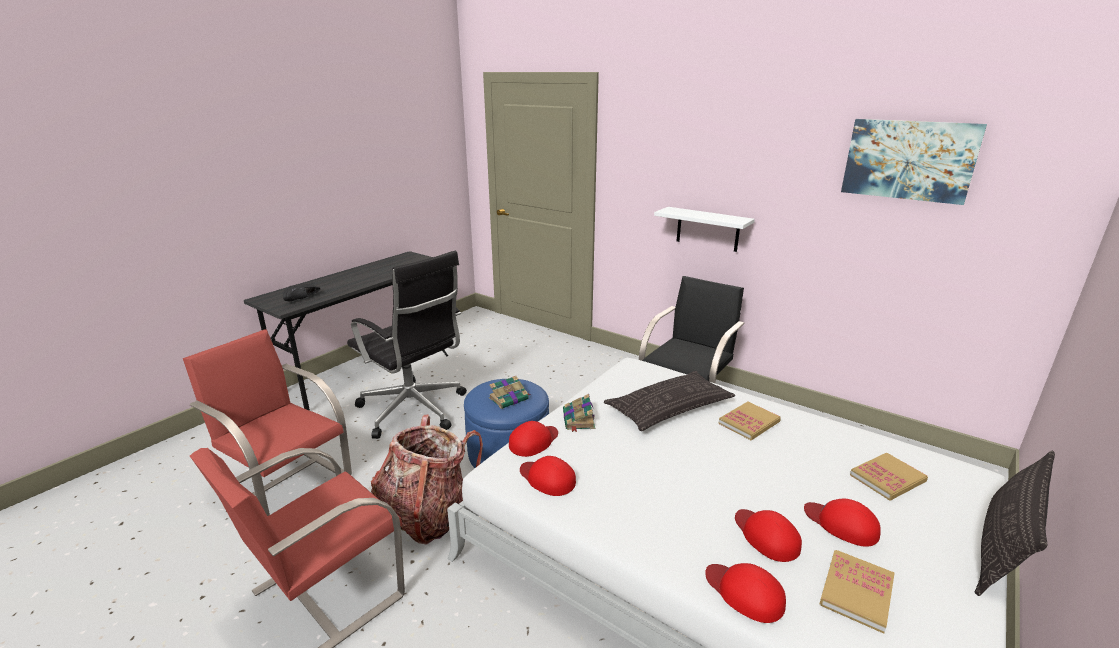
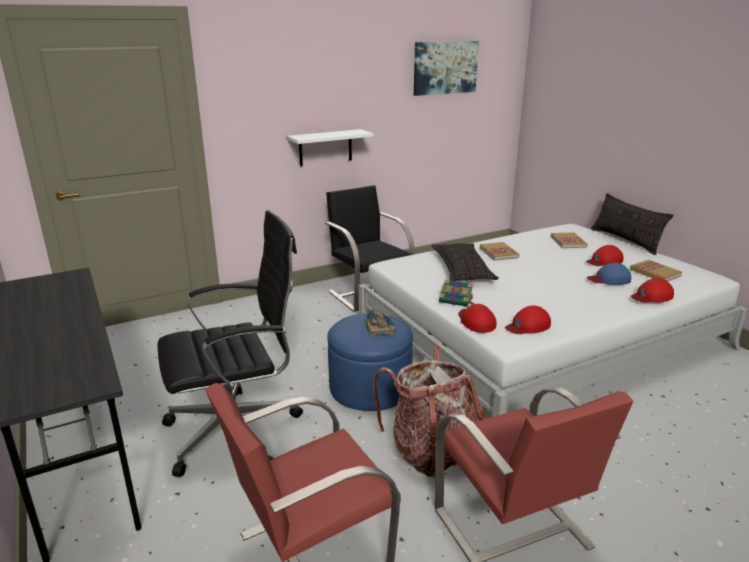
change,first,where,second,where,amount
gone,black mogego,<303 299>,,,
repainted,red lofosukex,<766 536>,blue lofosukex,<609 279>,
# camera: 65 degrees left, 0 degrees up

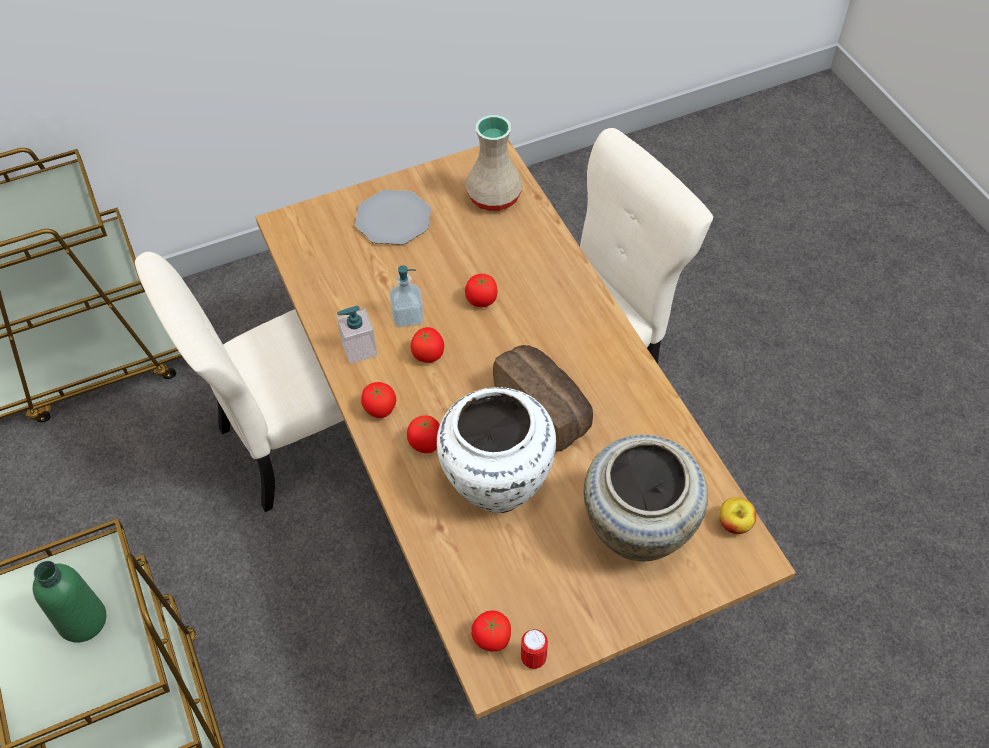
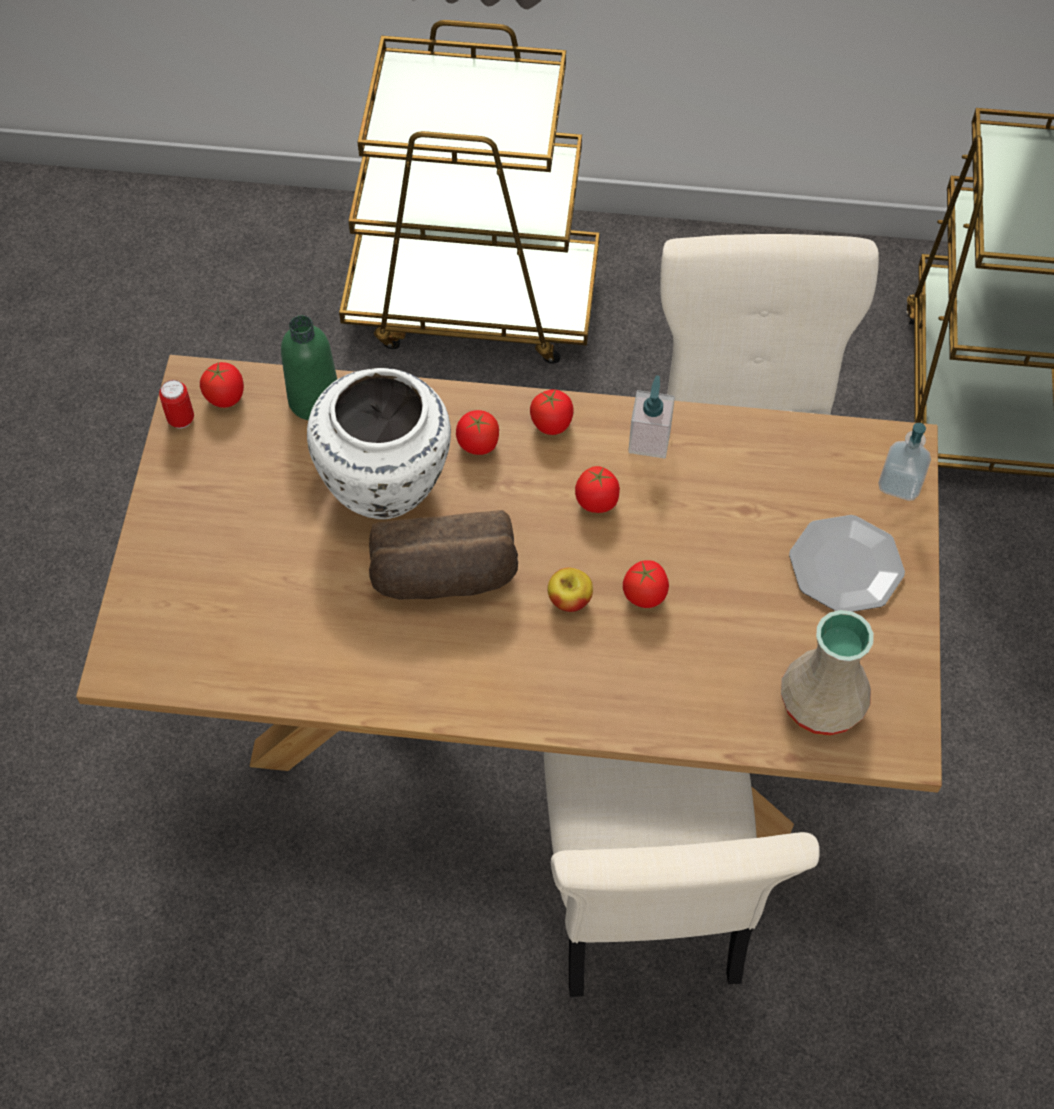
change,first,where,second,where,amount
gone,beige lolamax,<636 531>,,,
shifted,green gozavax,<82 620>,,<314 400>,
shifted,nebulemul,<408 316>,,<900 483>,
shifted,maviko,<734 523>,,<569 600>,
# camera: 120 degrees right, 5 degrees up

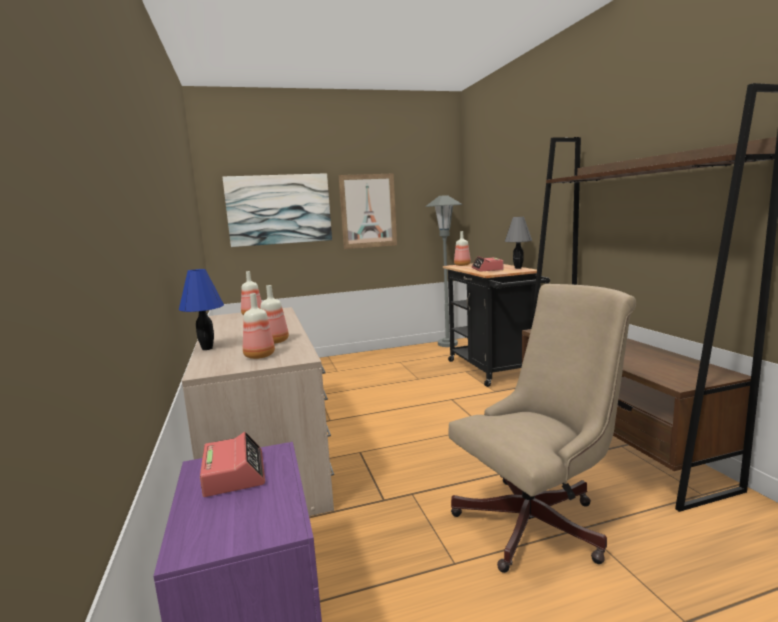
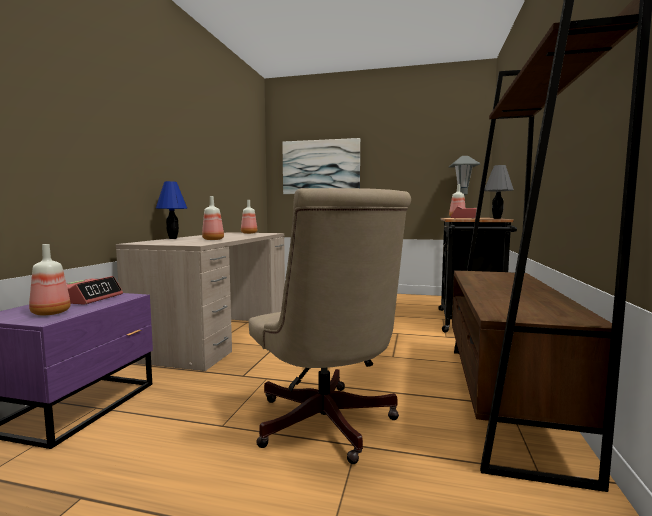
change,first,where,second,where,amount
gone,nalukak,<368 211>,,,
shifted,gozavax,<259 356>,,<49 313>,
rotated,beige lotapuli,<538 522>,,<326 427>,60 degrees clockwise
# camera: 30 degrees right, 5 degrees down

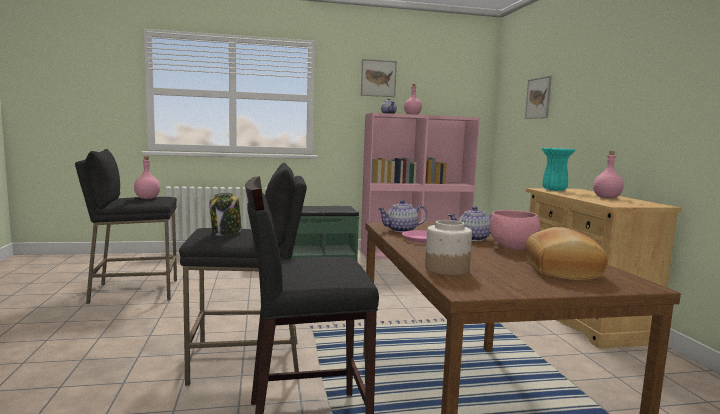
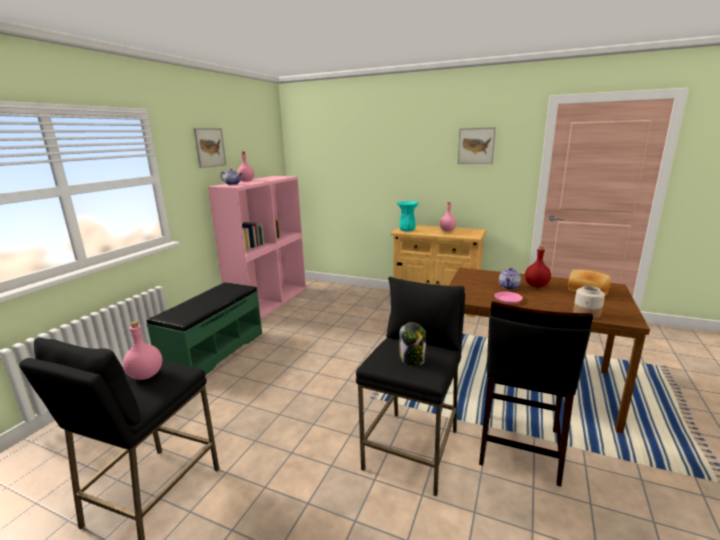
change,first,where,second,where,amount
gone,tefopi,<401 230>,,,
shifted,nalukak,<538 98>,,<476 146>,
swapped,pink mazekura,<513 248>,red gozavax,<536 285>,
# camera: 55 degrees left, 10 degrees up

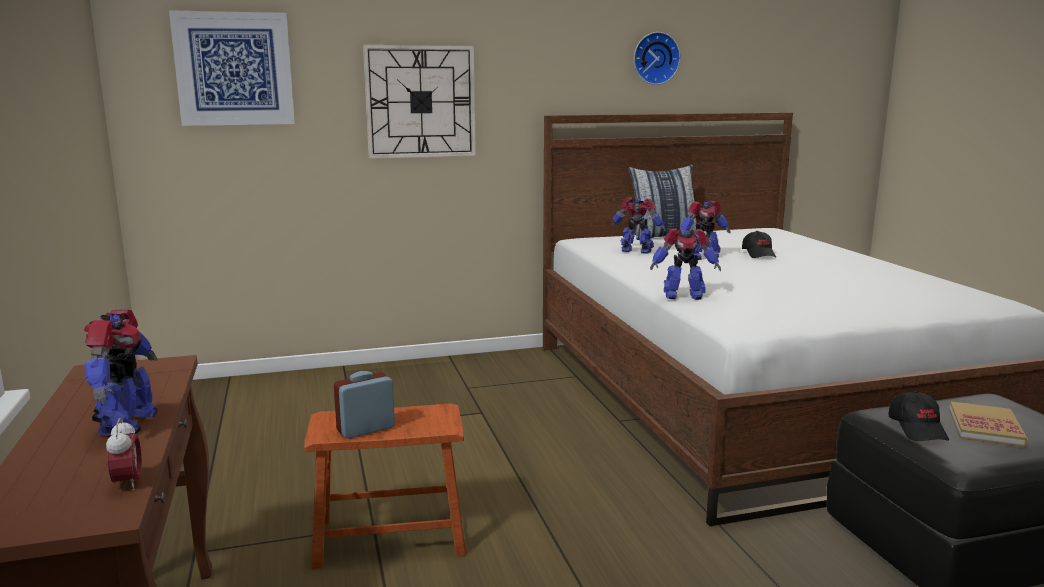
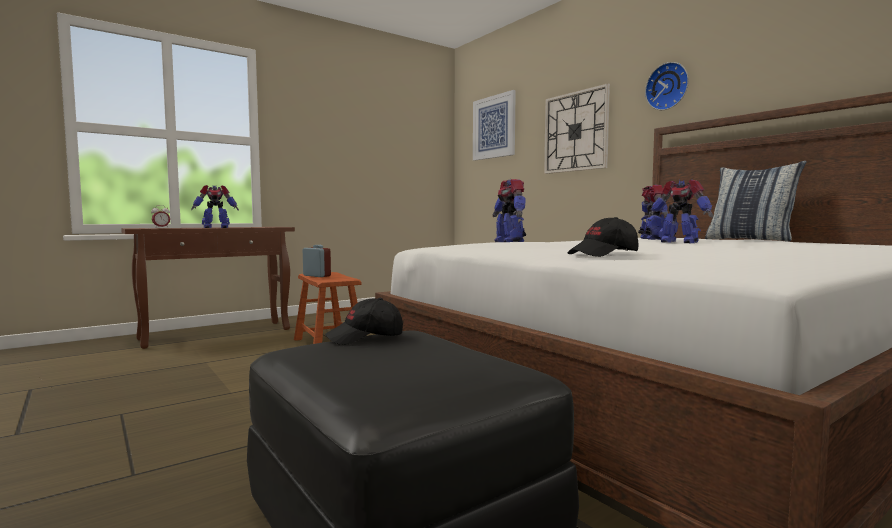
change,first,where,second,where,amount
gone,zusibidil,<985 427>,,,
shifted,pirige,<655 58>,,<668 87>,
shifted,black lofosukex,<759 254>,,<604 255>,
# camera: 70 degrees right, 10 degrees down

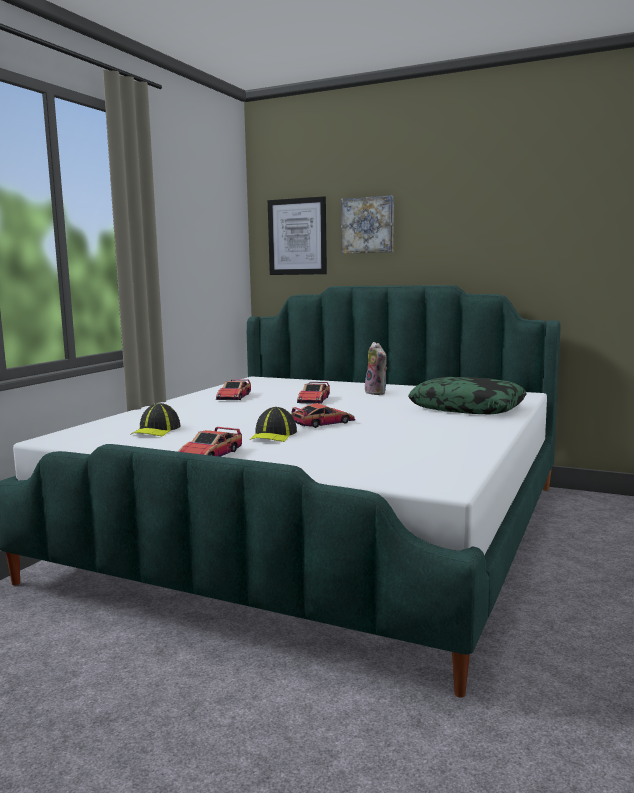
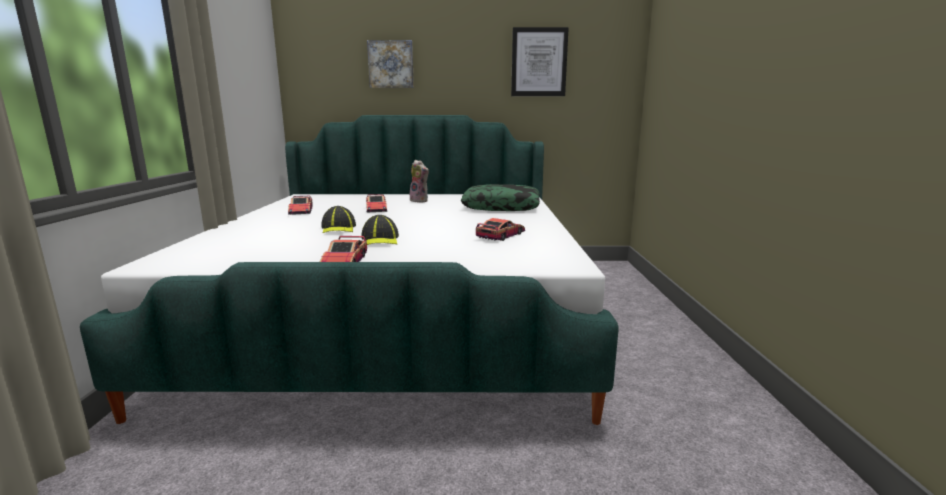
change,first,where,second,where,amount
shifted,lofosukex,<156 430>,,<338 228>,
shifted,nalukak,<297 237>,,<539 62>,
shifted,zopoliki,<323 423>,,<501 235>,
# camera: 25 degrees left, 5 degrees up

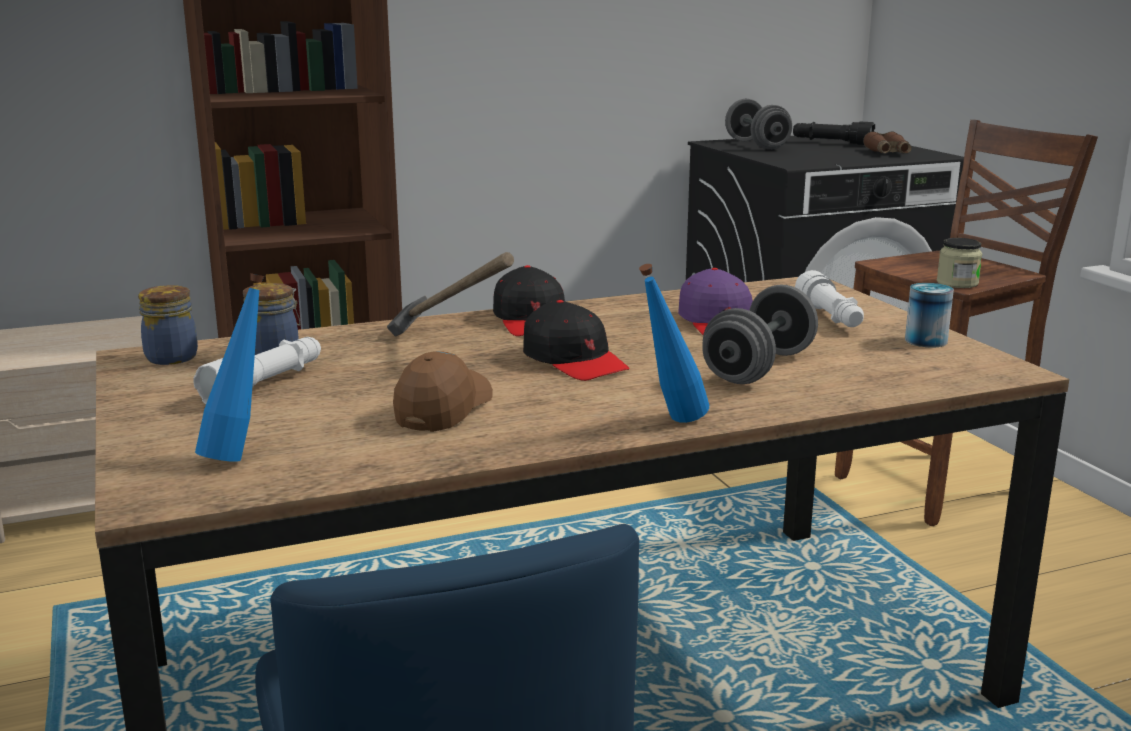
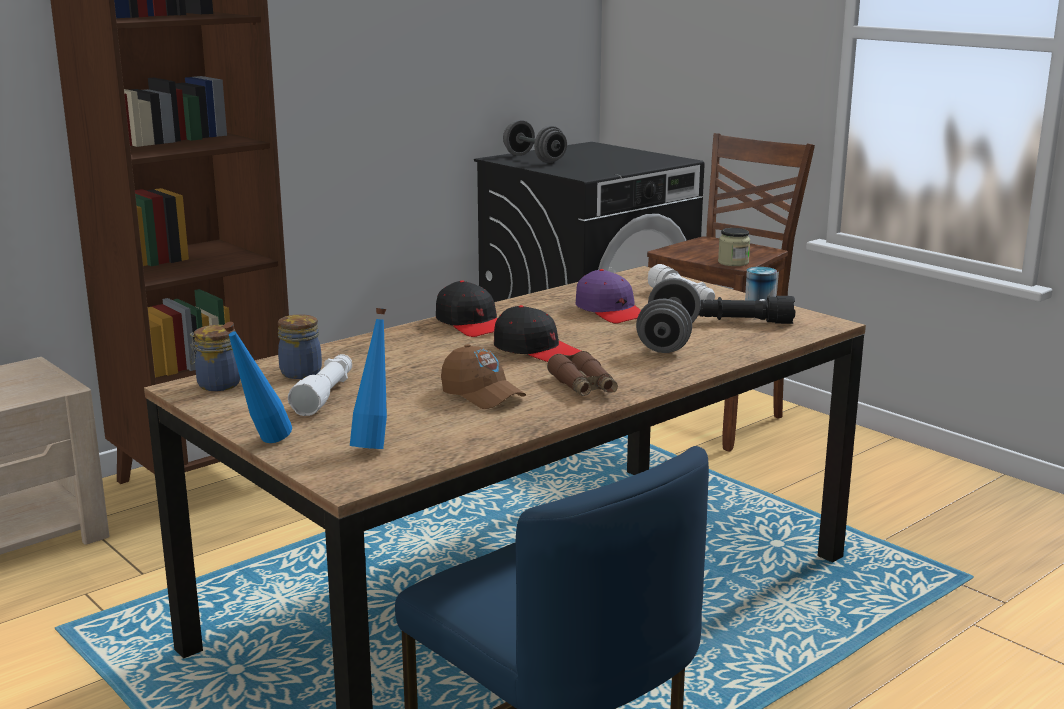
change,first,where,second,where,amount
gone,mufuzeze,<450 344>,,,
shifted,blue gozavax,<670 422>,,<262 444>,
shifted,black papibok,<832 143>,,<744 322>,
shifted,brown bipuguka,<887 153>,,<583 386>,
rotated,brown lofosukex,<443 409>,,<482 395>,135 degrees clockwise
# camera: 20 degrees left, 0 degrees up

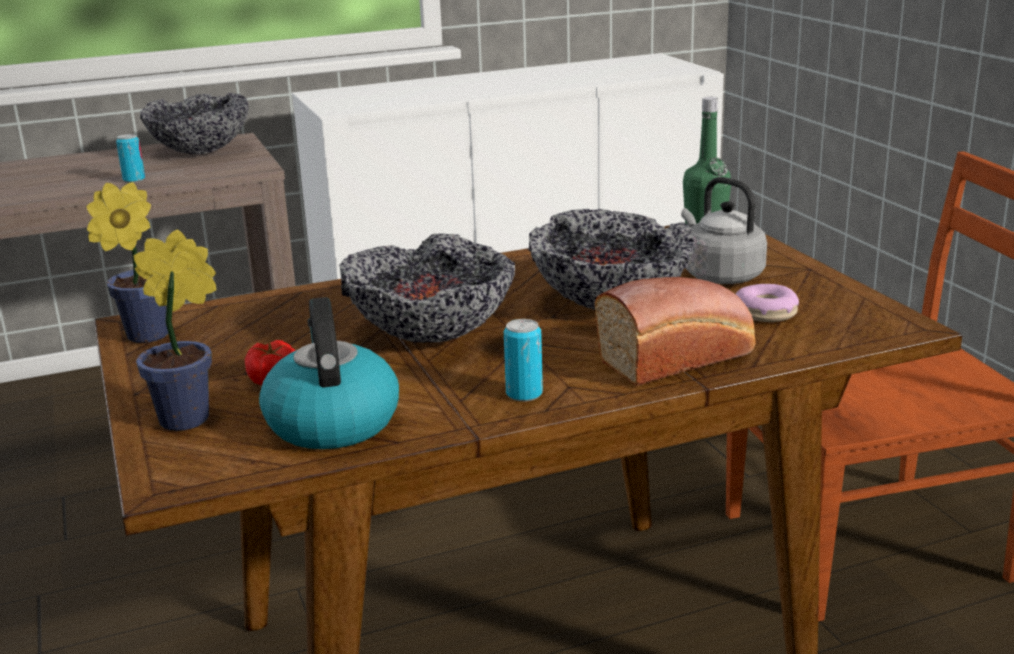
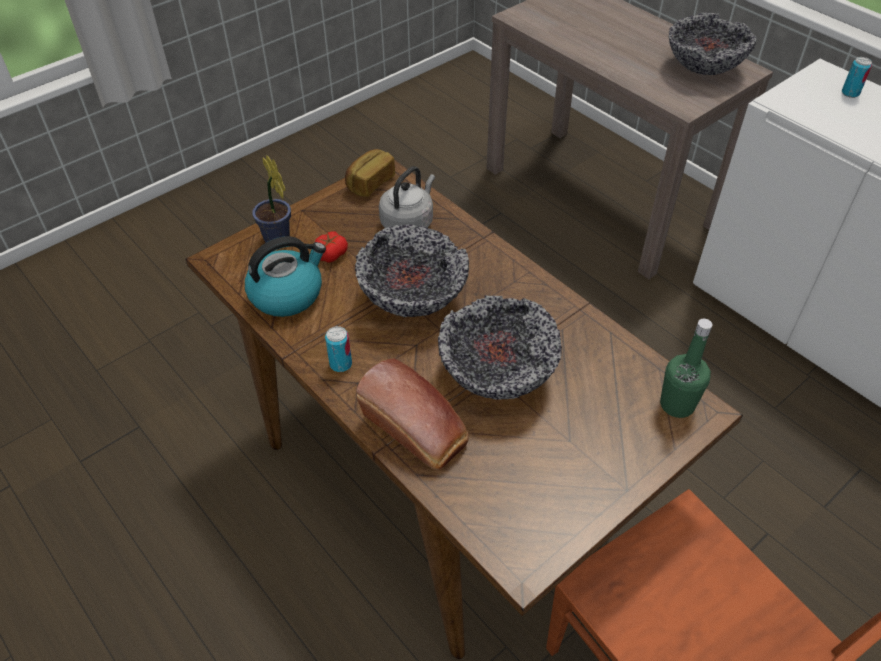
change,first,where,second,where,amount
gone,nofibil,<765 312>,,,
shifted,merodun,<134 180>,,<850 93>,
shifted,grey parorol,<719 275>,,<408 222>,
swapped,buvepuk,<142 336>,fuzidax,<369 182>,
# camera: 70 degrees right, 25 degrees up

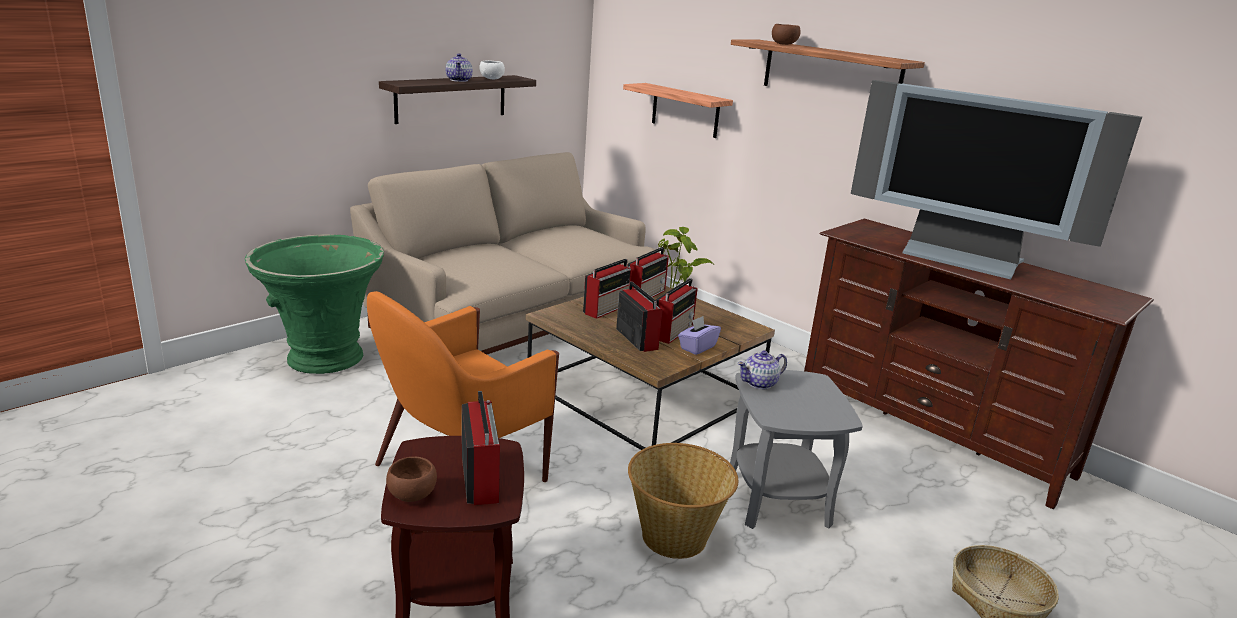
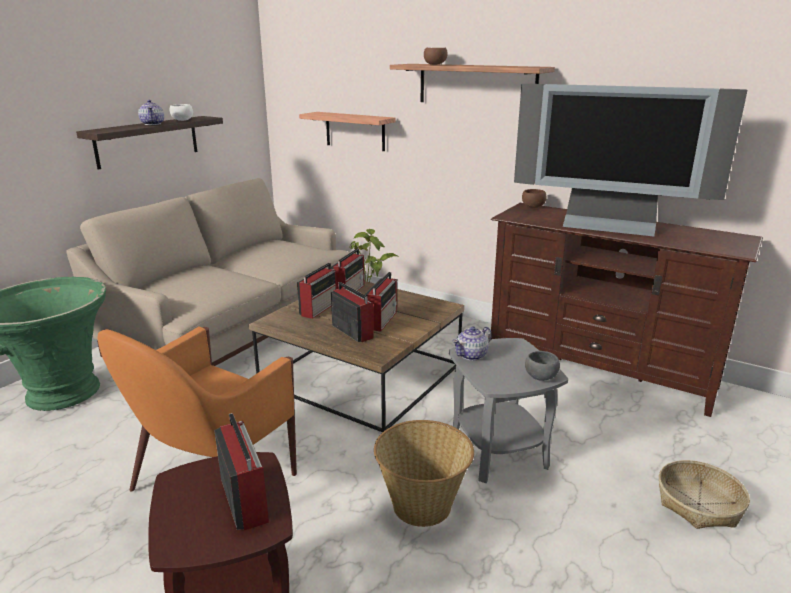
change,first,where,second,where,amount
gone,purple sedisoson,<697 347>,,,
new,,,grey mazekura,<541 376>,
shifted,brown mazekura,<412 494>,,<532 206>,
# camera: 10 degrees left, 0 degrees up

